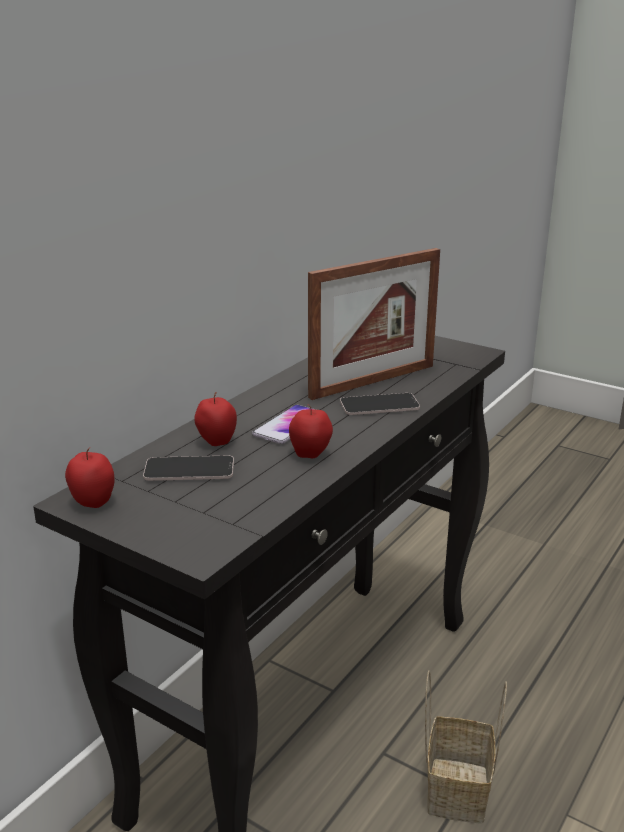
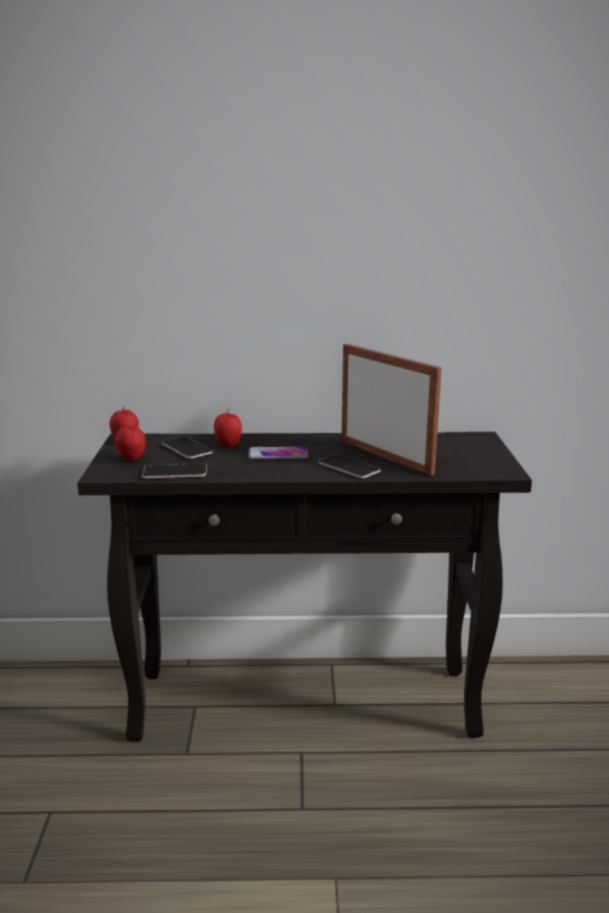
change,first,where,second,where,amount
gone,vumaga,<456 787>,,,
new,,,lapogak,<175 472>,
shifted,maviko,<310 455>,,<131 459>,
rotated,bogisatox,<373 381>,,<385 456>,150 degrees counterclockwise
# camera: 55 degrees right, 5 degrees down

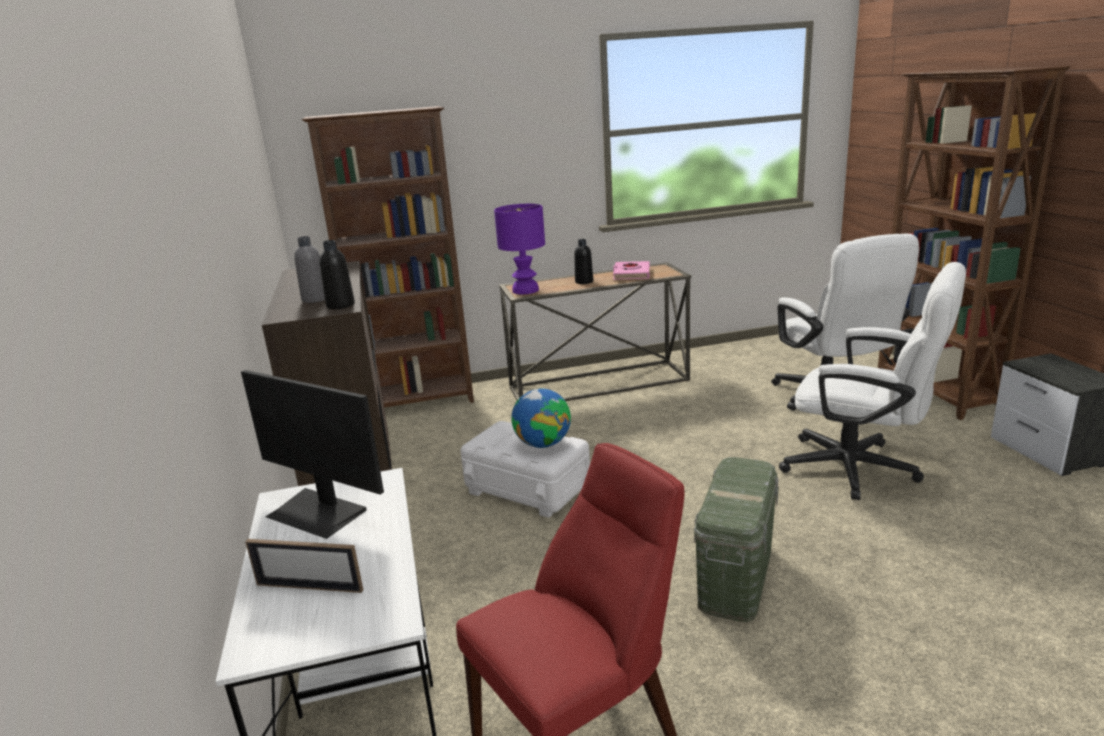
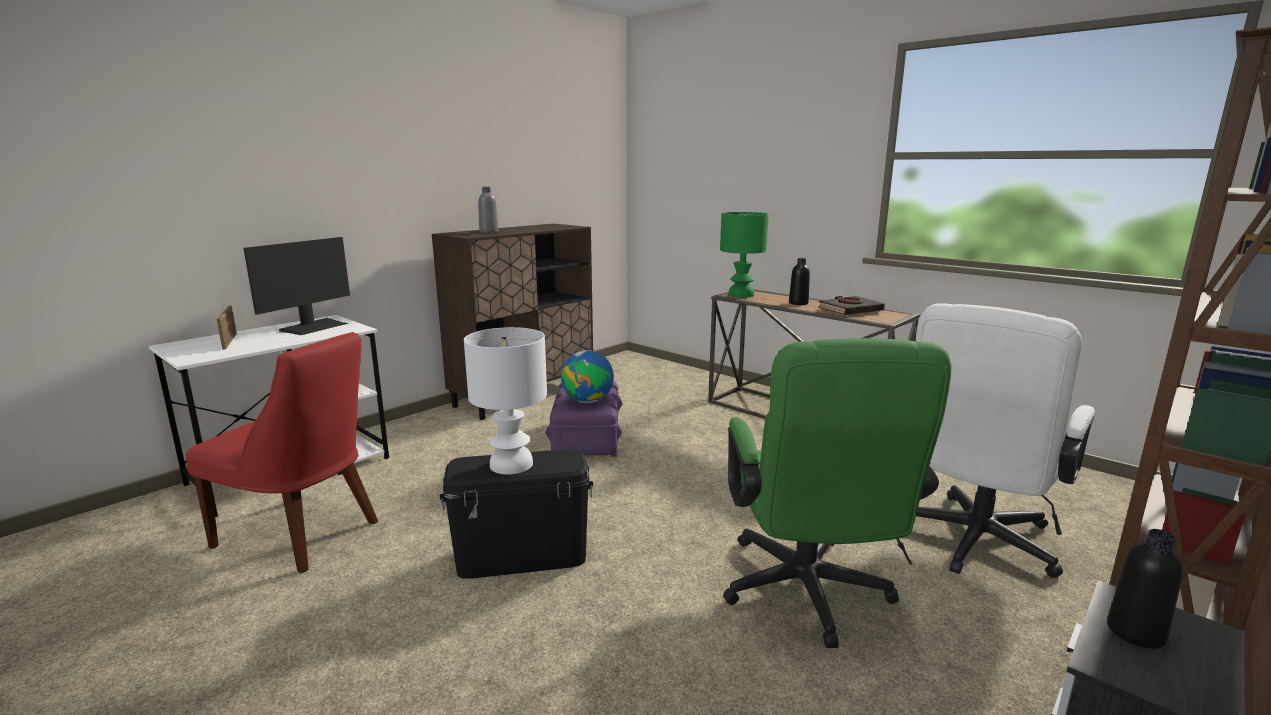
change,first,where,second,where,amount
gone,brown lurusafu,<418 402>,,,
new,,,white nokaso,<512 464>,
shifted,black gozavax,<340 305>,,<1135 632>,
repainted,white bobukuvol,<528 488>,purple bobukuvol,<587 438>,
repainted,purple nokaso,<525 290>,green nokaso,<740 295>,
repainted,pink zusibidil,<631 274>,black zusibidil,<850 310>,
repainted,green bobukuvol,<736 577>,black bobukuvol,<521 556>,
repainted,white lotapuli,<862 470>,green lotapuli,<808 597>,
rotated,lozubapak,<318 512>,,<314 327>,150 degrees counterclockwise
# camera: 55 degrees right, 5 degrees down

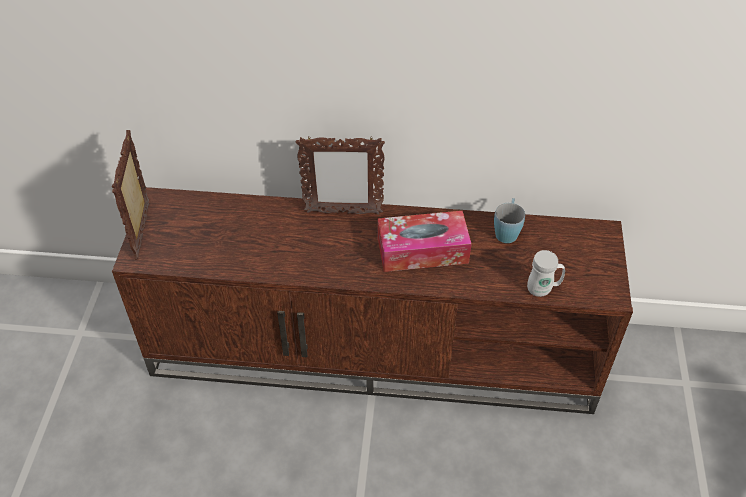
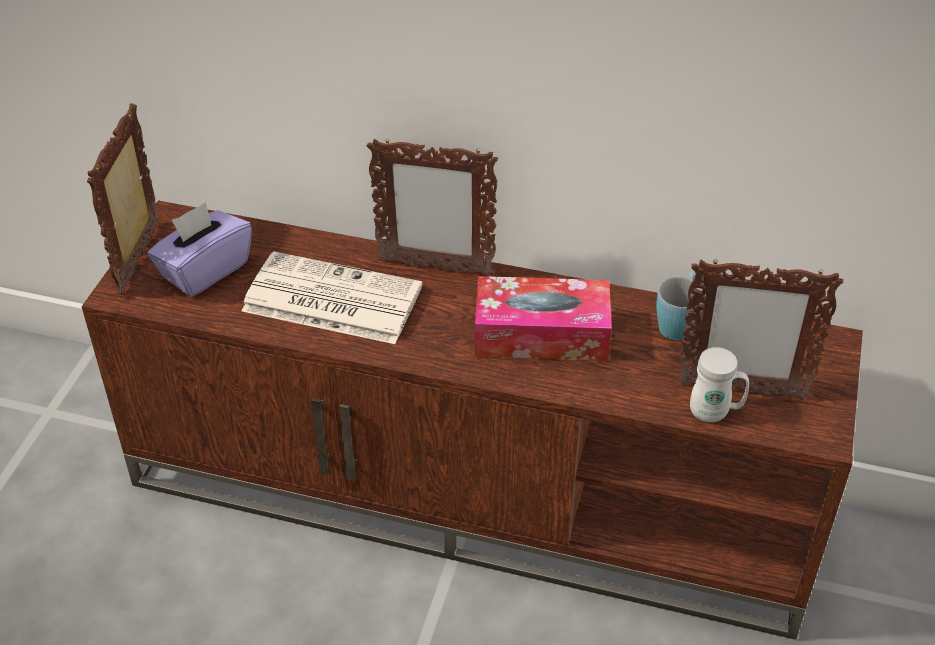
change,first,where,second,where,amount
new,,,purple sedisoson,<204 270>,
new,,,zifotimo,<329 299>,
new,,,bogisatox,<741 390>,
# camera: 10 degrees right, 5 degrees down

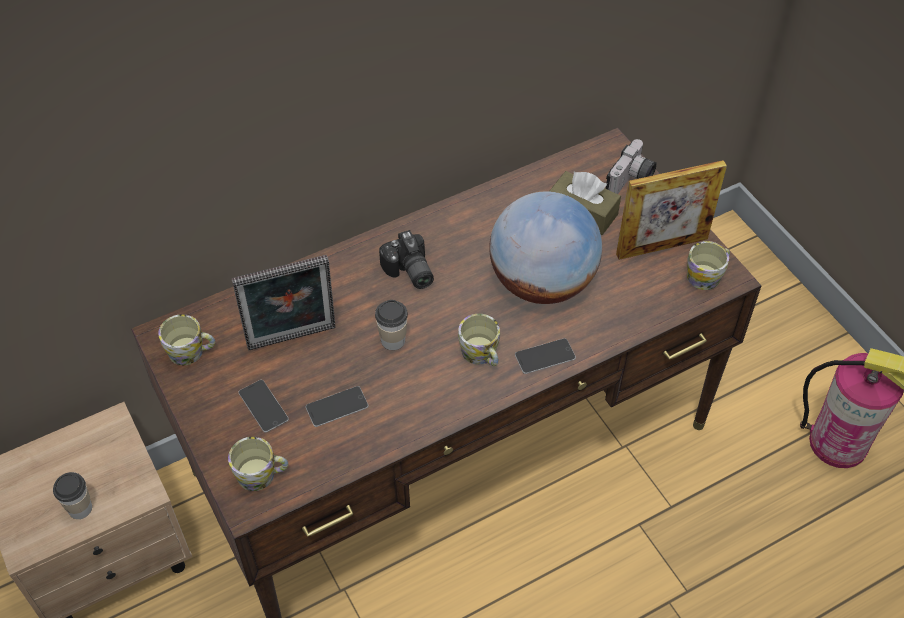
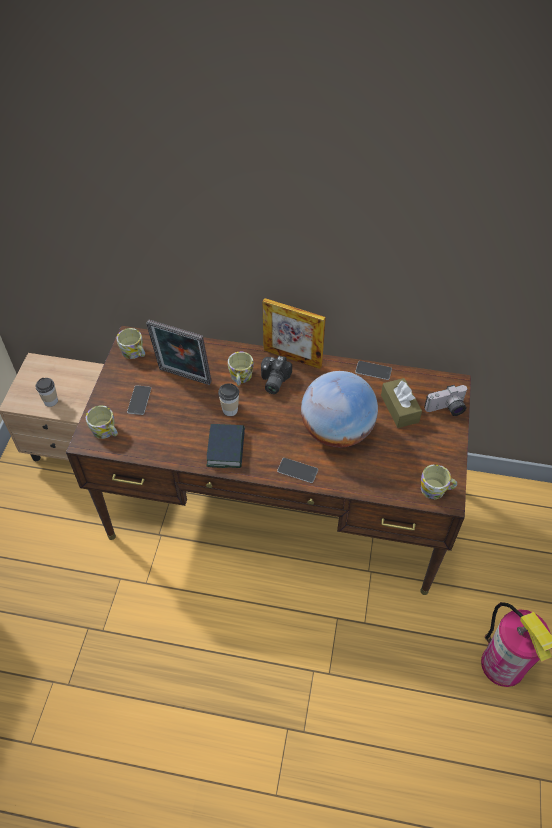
change,first,where,second,where,amount
new,,,zusibidil,<226 449>,
shifted,lapogak,<337 406>,,<373 370>,
shifted,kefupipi,<481 355>,,<240 378>,
shifted,bogisatox,<662 246>,,<292 357>,
# camera: 40 degrees right, 0 degrees up

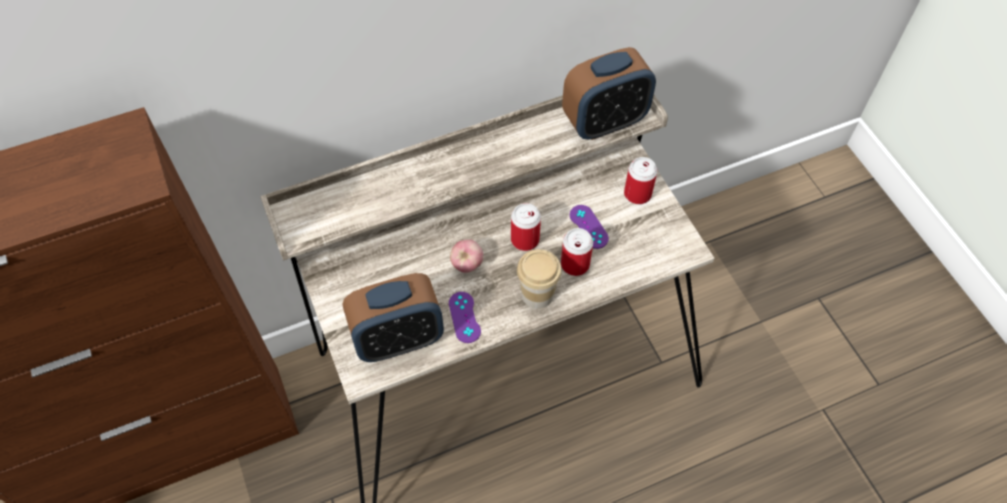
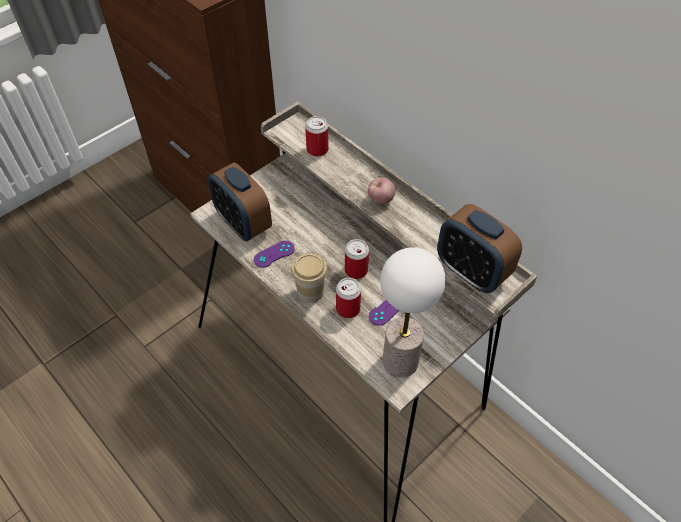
change,first,where,second,where,amount
new,,,nokaso,<400 361>,
shifted,maviko,<467 264>,,<380 199>,
shifted,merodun,<637 194>,,<317 149>,
# camera: 70 degrees right, 5 degrees down

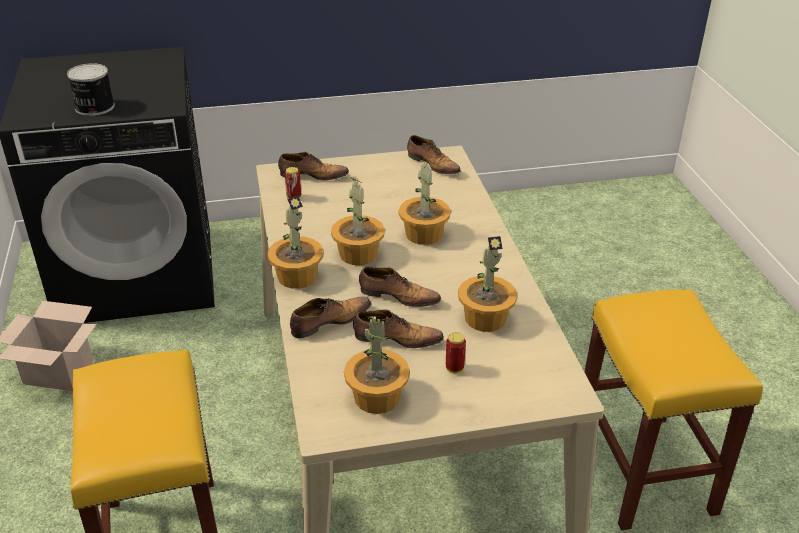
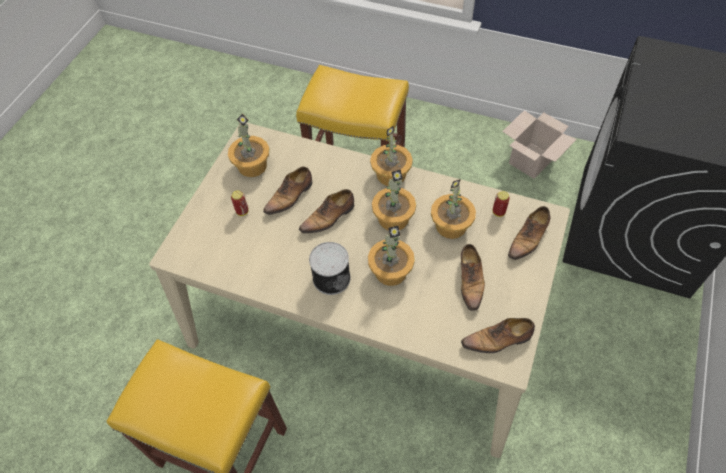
change,first,where,second,where,amount
shifted,merodun,<94 107>,,<331 277>,
shifted,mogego,<329 322>,,<470 281>,
shifted,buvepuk,<485 317>,,<451 226>,
# camera: 125 degrees right, 20 degrees up

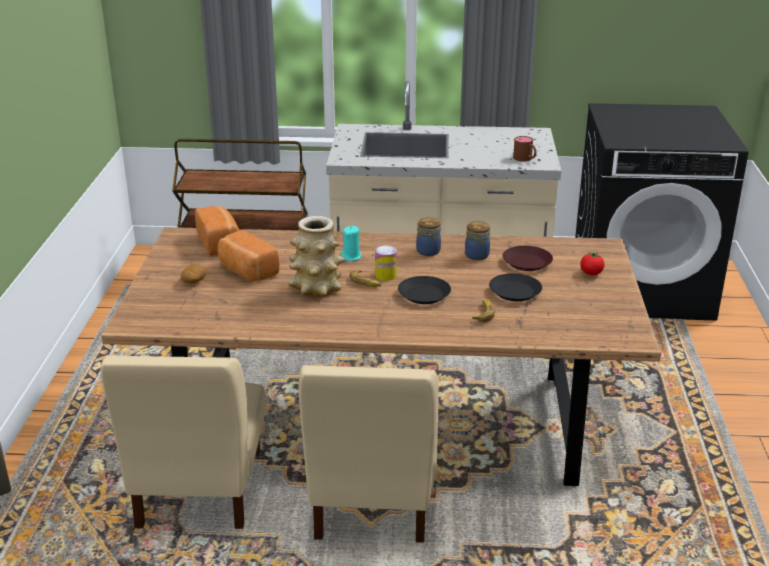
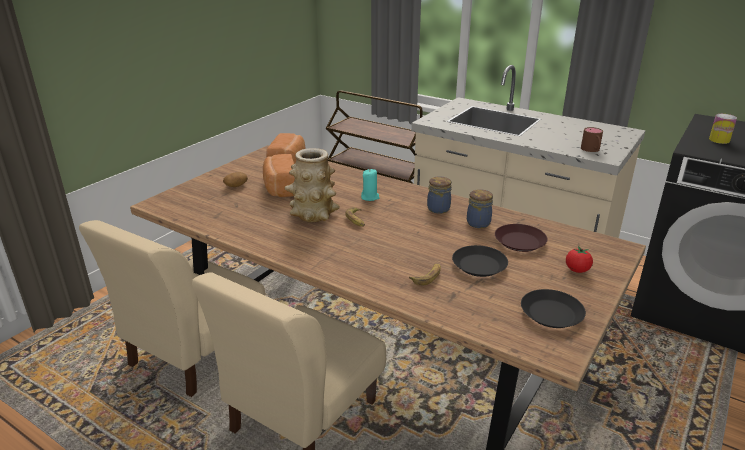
change,first,where,second,where,amount
shifted,merodun,<385 275>,,<719 140>,
shifted,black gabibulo,<424 295>,,<551 314>,
# camera: 30 degrees right, 0 degrees up

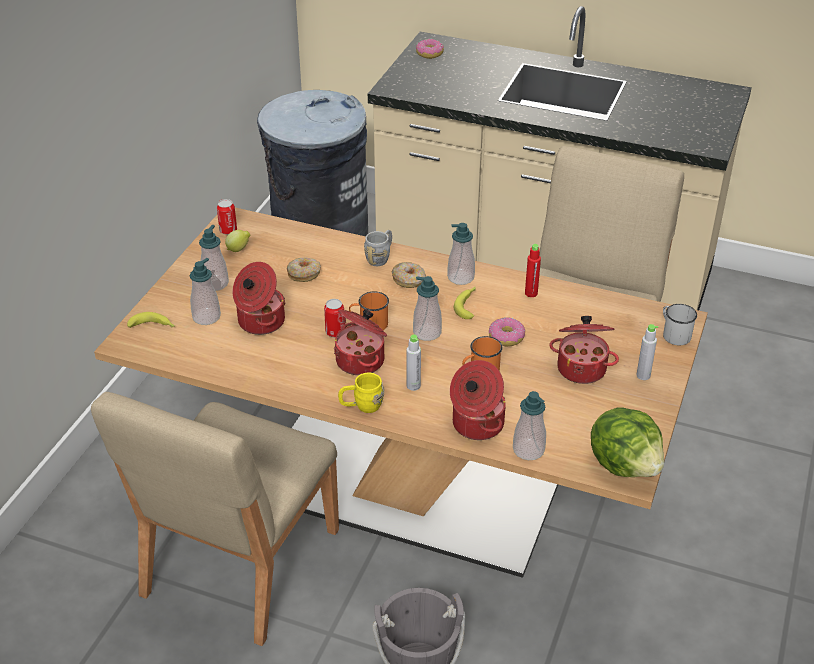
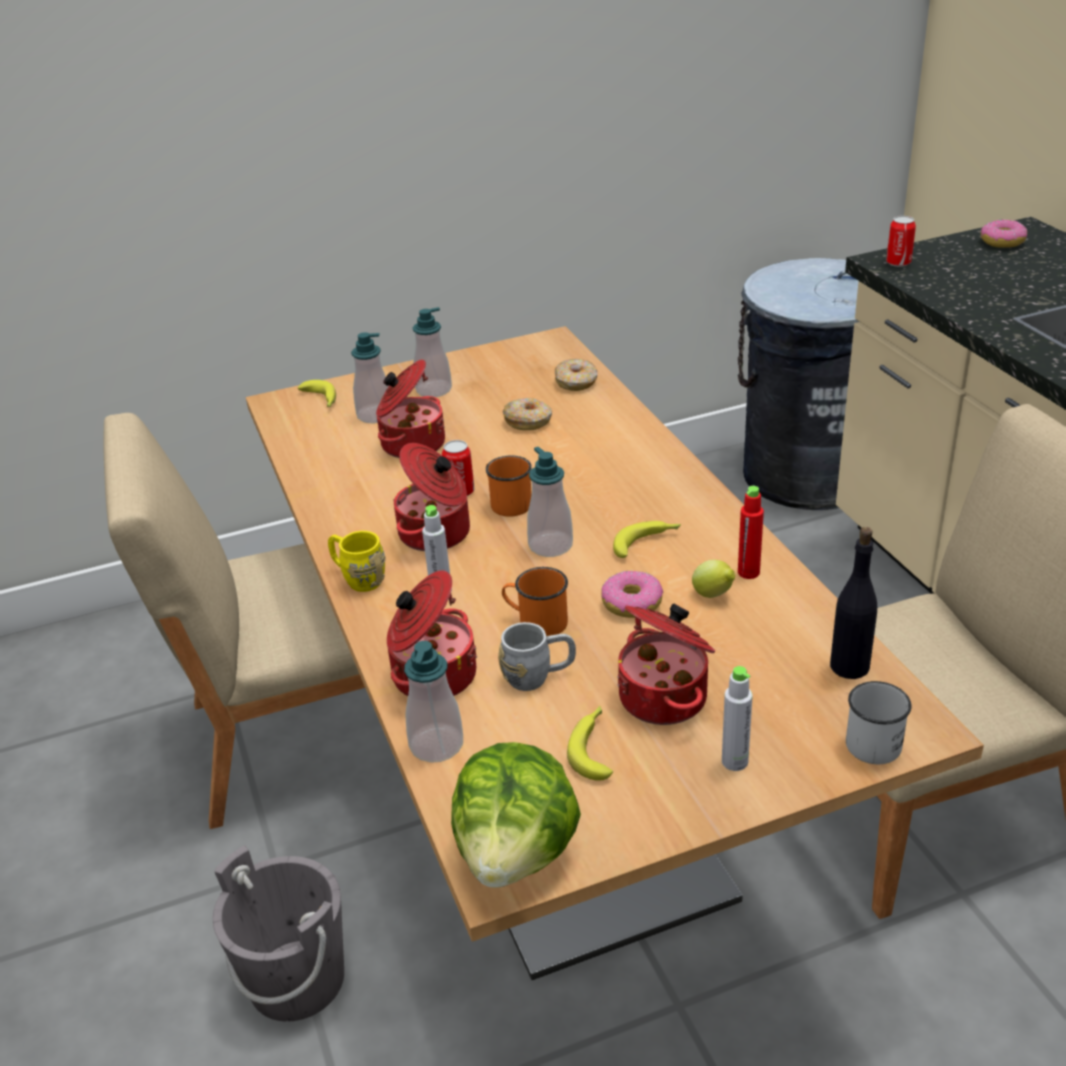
change,first,where,second,where,amount
gone,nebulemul,<460 277>,,,
new,,,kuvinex,<594 747>,
new,,,black gozavax,<849 666>,
shifted,merodun,<228 230>,,<898 263>,
shifted,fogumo,<239 249>,,<714 595>,
shifted,grey kefupipi,<380 257>,,<538 676>,
shifted,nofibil,<409 280>,,<576 382>,
# camera: 50 degrees right, 5 degrees down

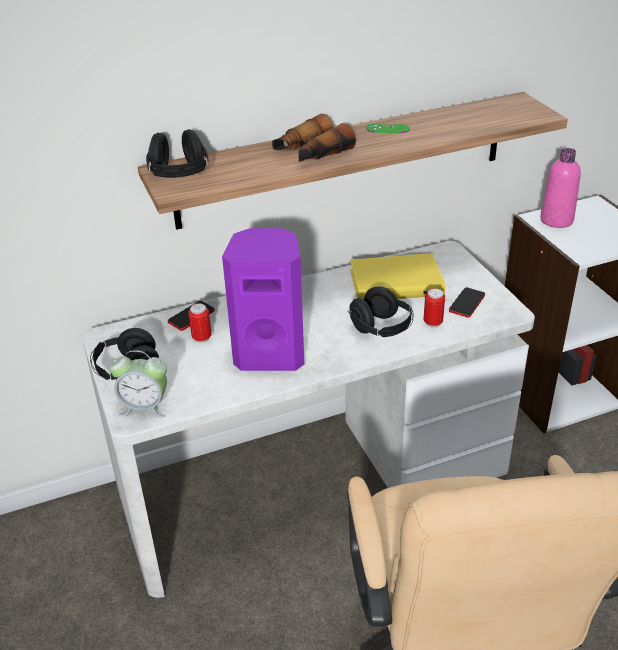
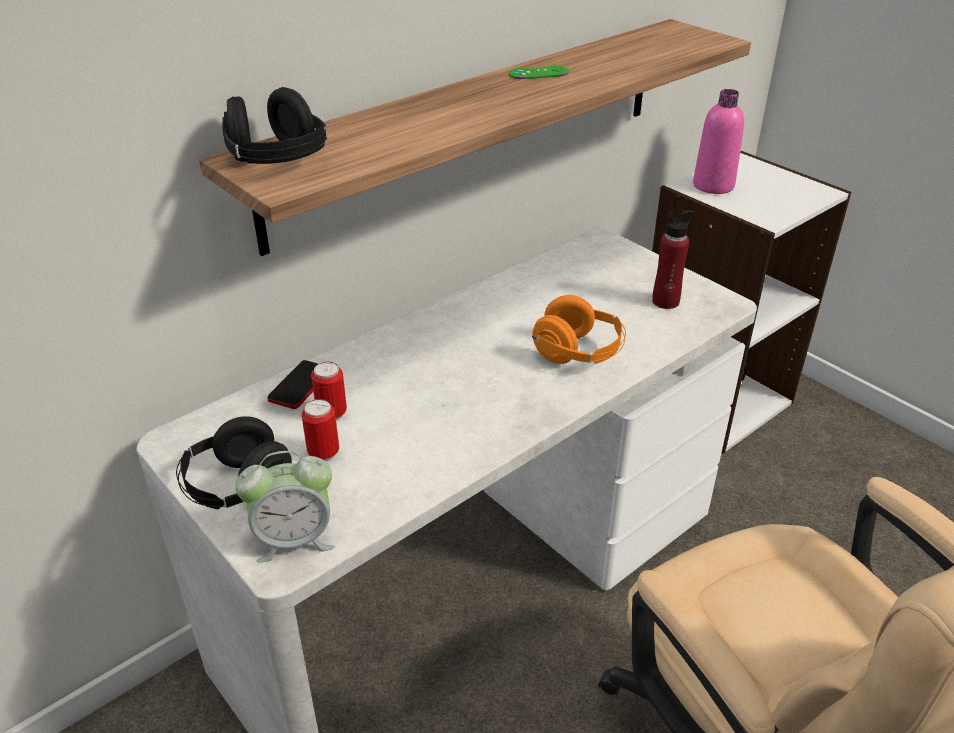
change,first,where,second,where,amount
gone,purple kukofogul,<270 354>,,,
gone,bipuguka,<311 153>,,,
gone,yellow zusibidil,<396 281>,,,
shifted,merodun,<433 323>,,<323 453>,
swapped,lapogak,<467 303>,red gozavax,<665 301>,
repainted,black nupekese,<381 329>,orange nupekese,<578 353>,
# camera: 20 degrees left, 0 degrees up

